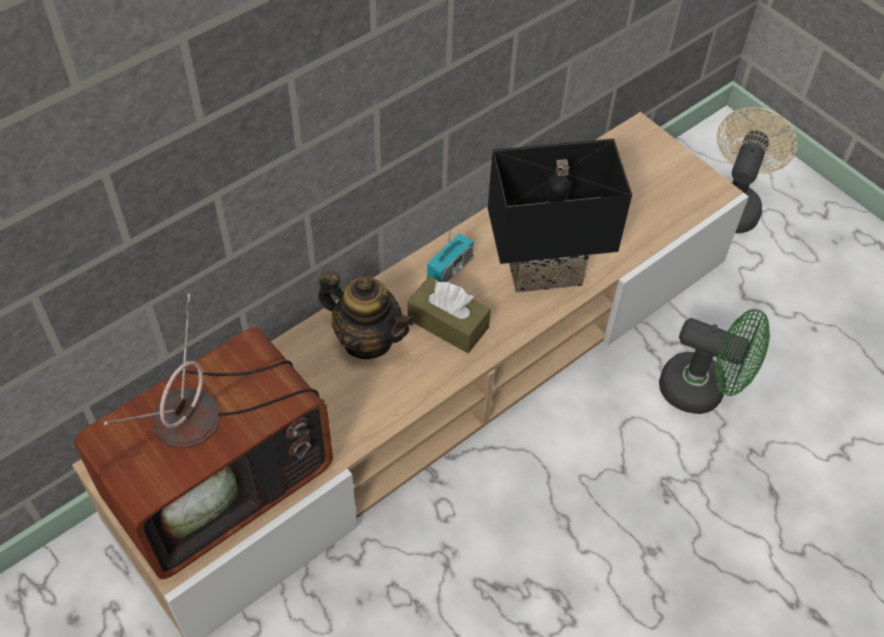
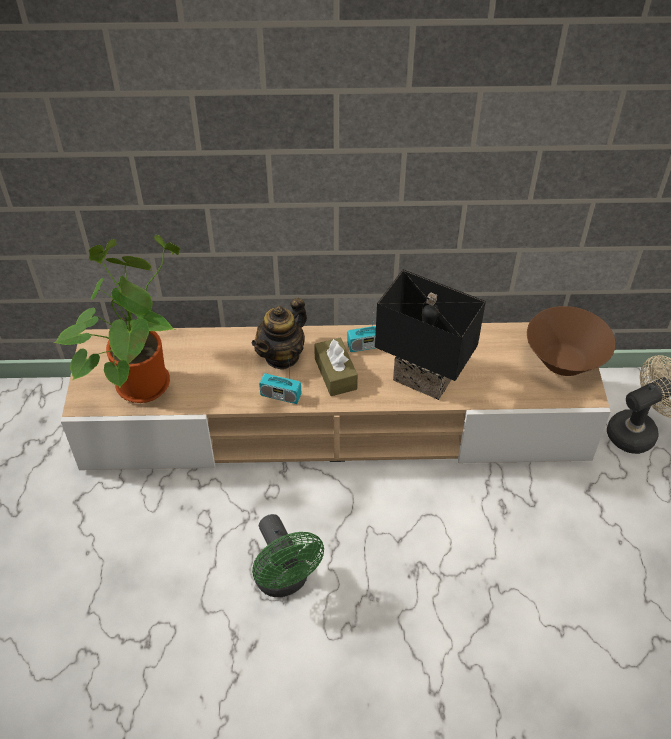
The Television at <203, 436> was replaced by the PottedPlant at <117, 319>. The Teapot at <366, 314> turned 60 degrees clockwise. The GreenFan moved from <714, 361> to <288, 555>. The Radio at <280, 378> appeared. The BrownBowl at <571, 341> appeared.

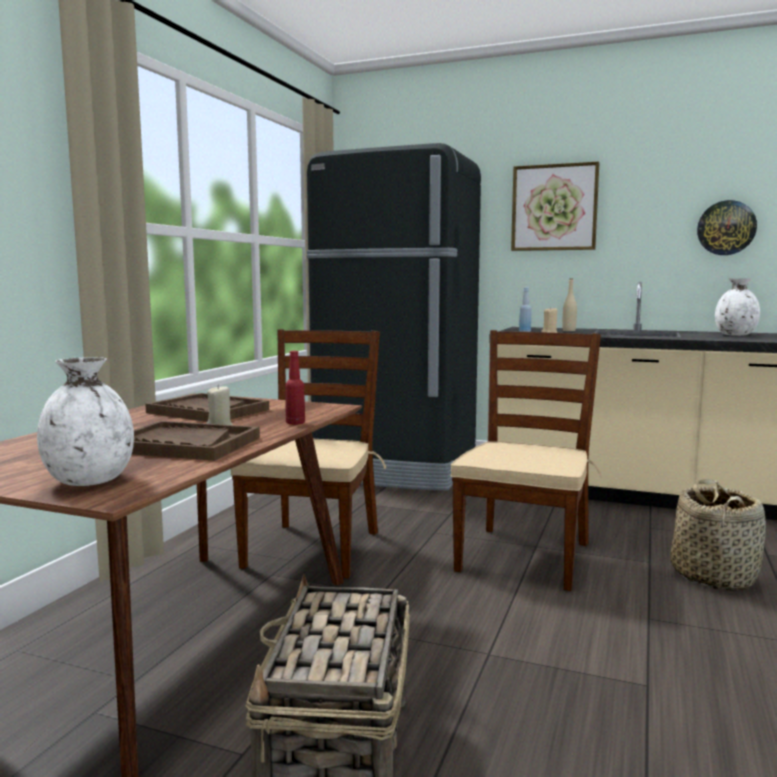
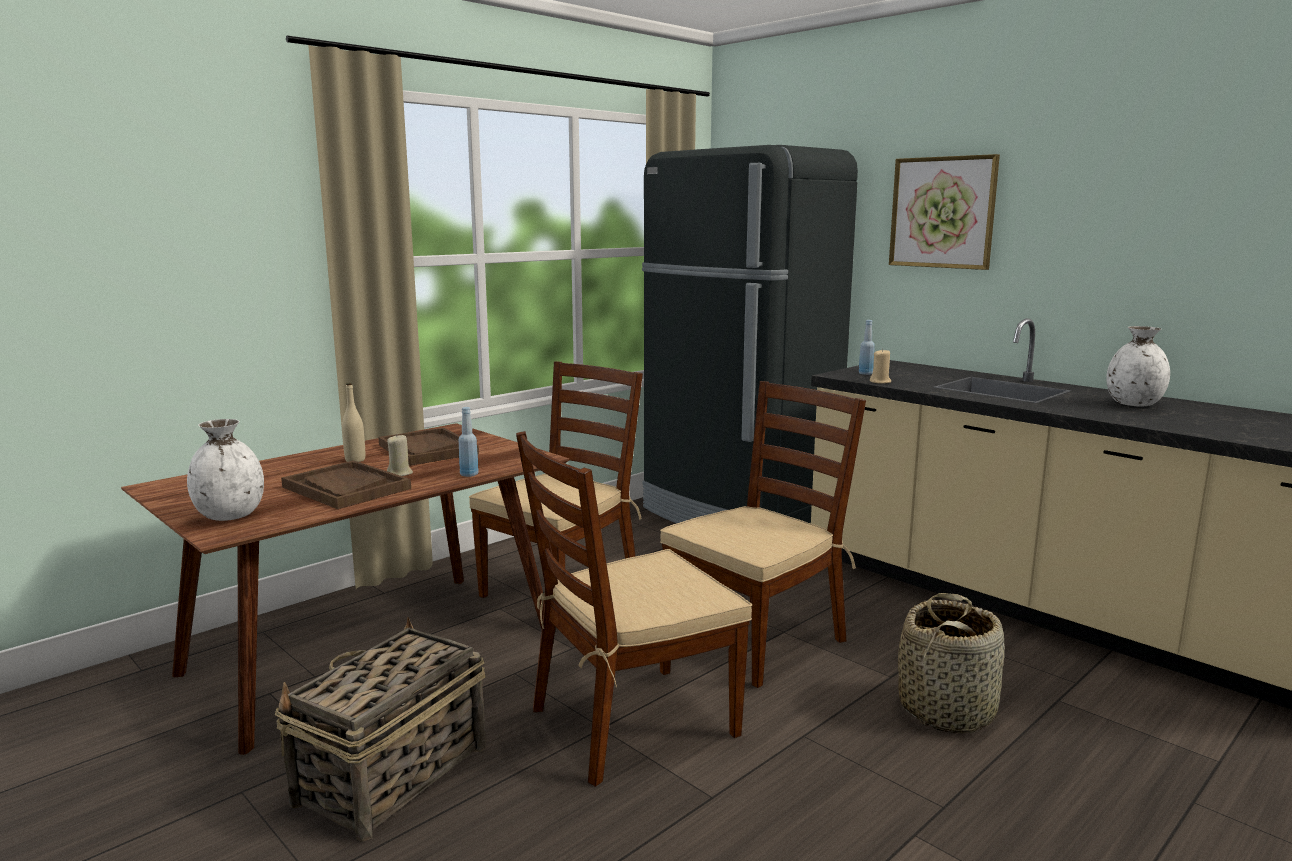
The RedBottle at <295, 388> became the BlueBottle at <468, 442>. The BeigeBottle moved from <569, 305> to <353, 422>. The WallClock at <727, 227> disappeared. The BrownChair at <634, 609> appeared.

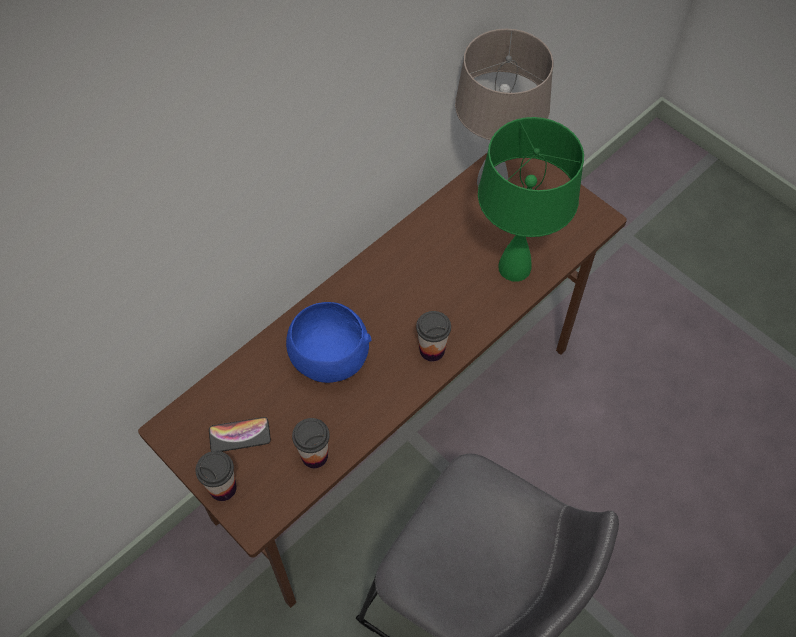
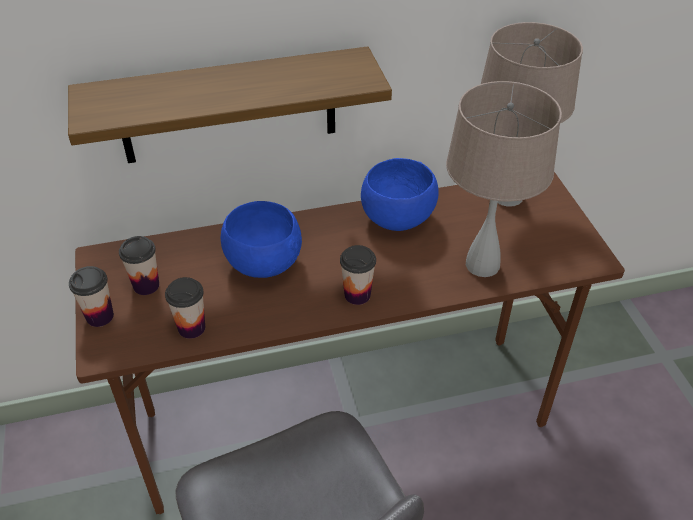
The Phone at <240, 434> was replaced by the Cup at <139, 265>. The GreenTableLamp at <531, 199> became the BeigeTableLamp at <504, 179>. The Shelf at <230, 105> appeared. The BlueBowl at <400, 194> appeared.

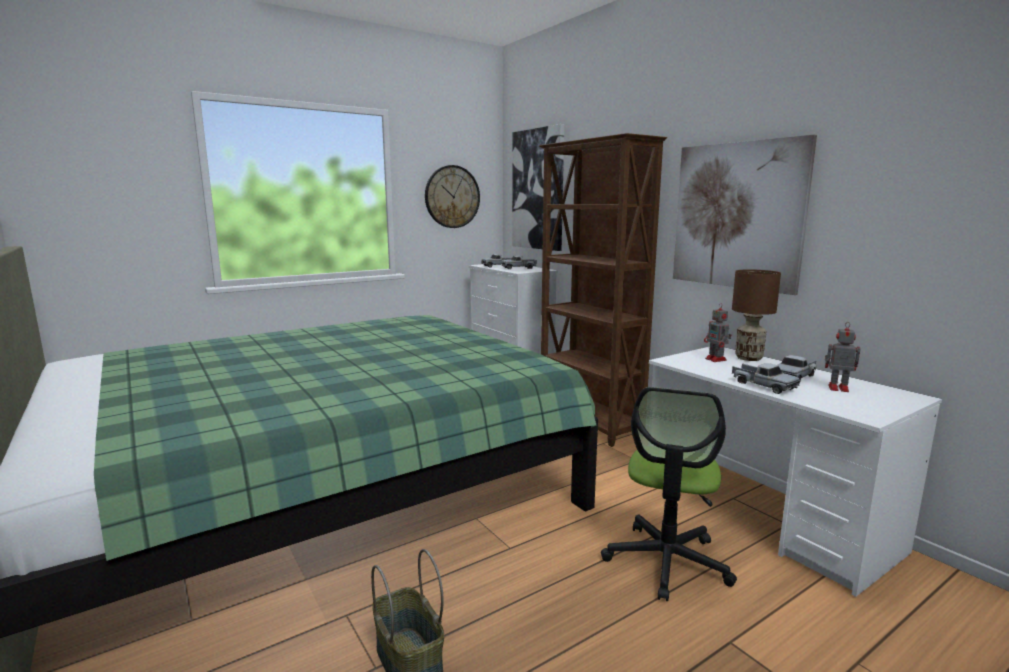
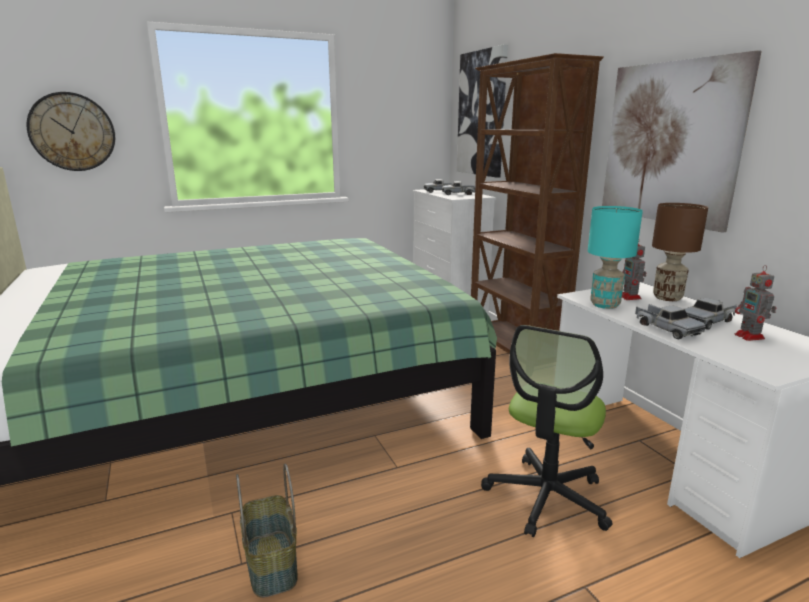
The WallClock moved from <452, 196> to <70, 131>. The ToyRobot at <843, 357> turned 135 degrees counterclockwise. The TurquoiseTableLamp at <615, 257> appeared.

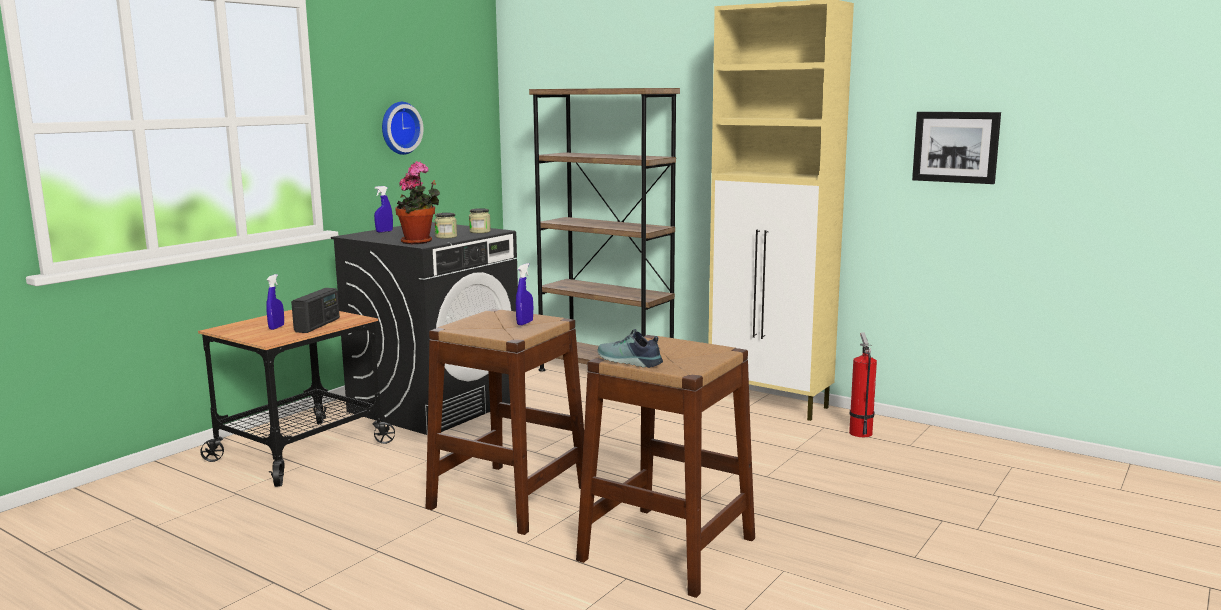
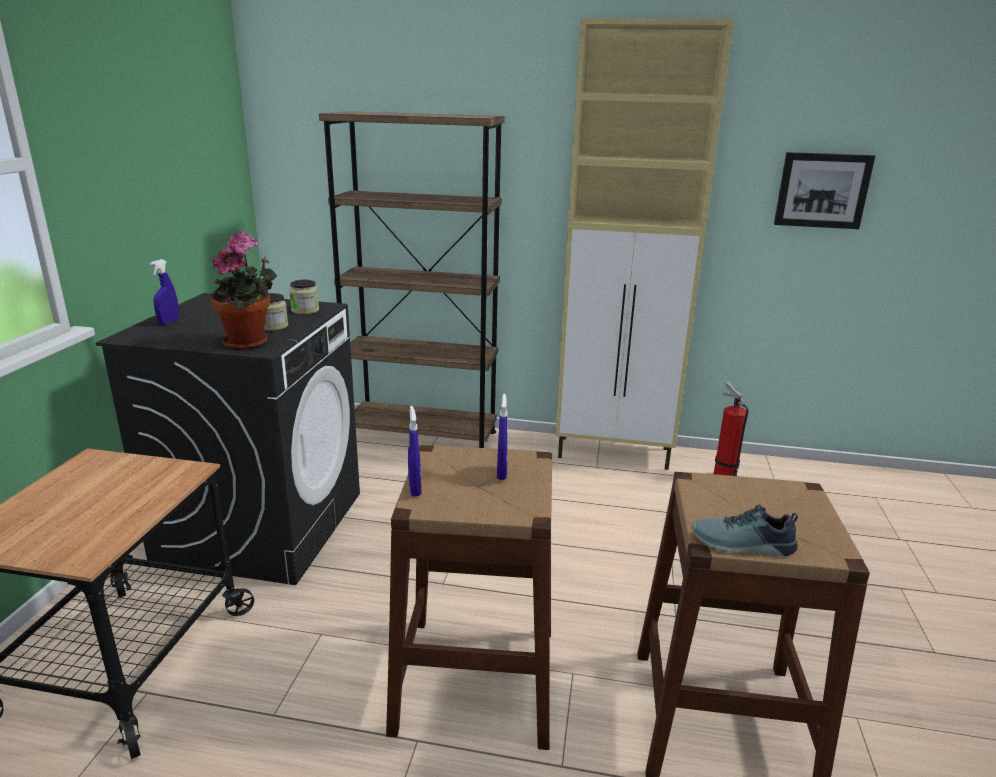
The BlueSprayBottle moved from <275, 302> to <414, 451>. The Radio at <315, 310> disappeared. The WallClock at <402, 128> disappeared.

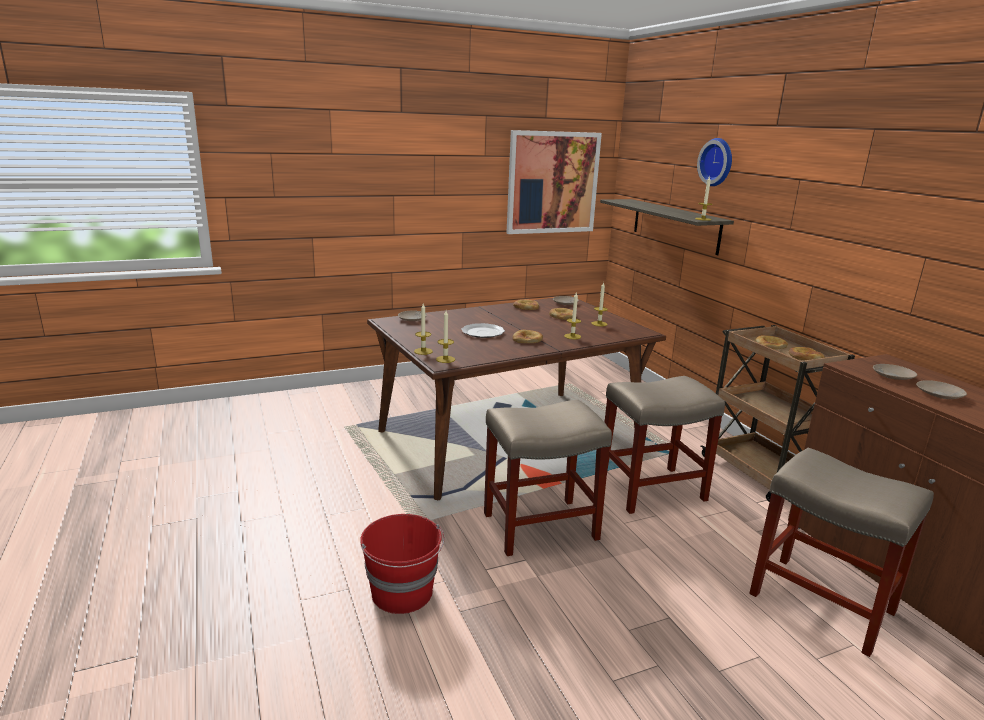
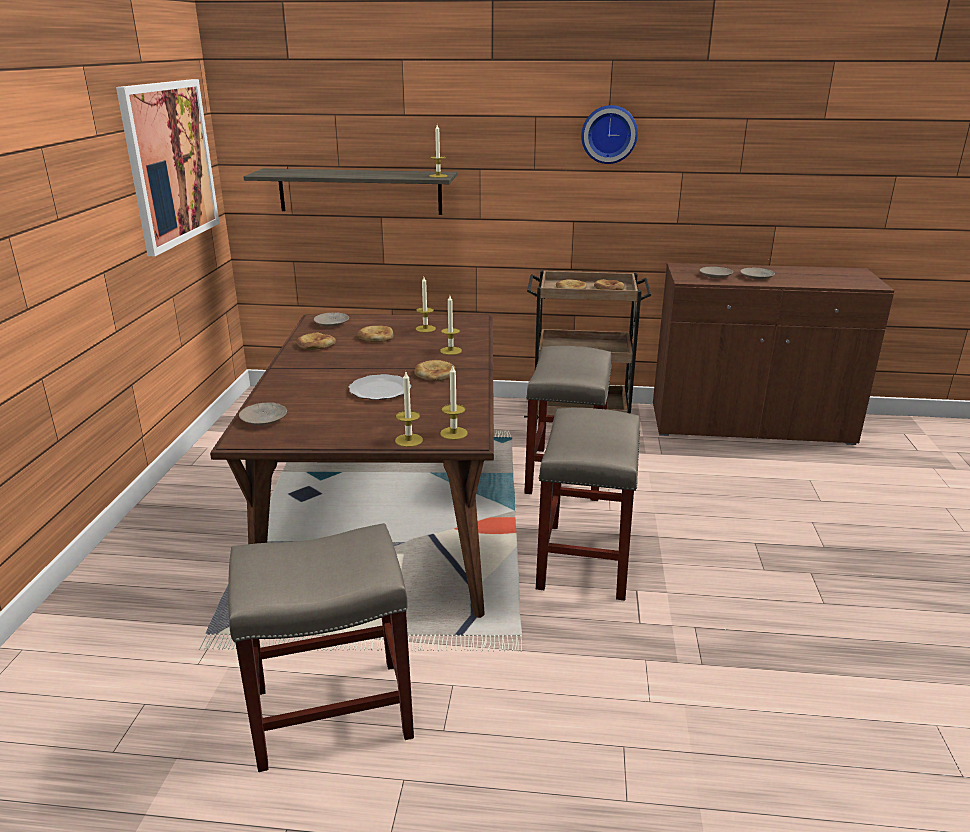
The RedBucket at <402, 564> disappeared. The WallClock moved from <714, 162> to <609, 134>. The BeigeStool moved from <841, 552> to <321, 647>.

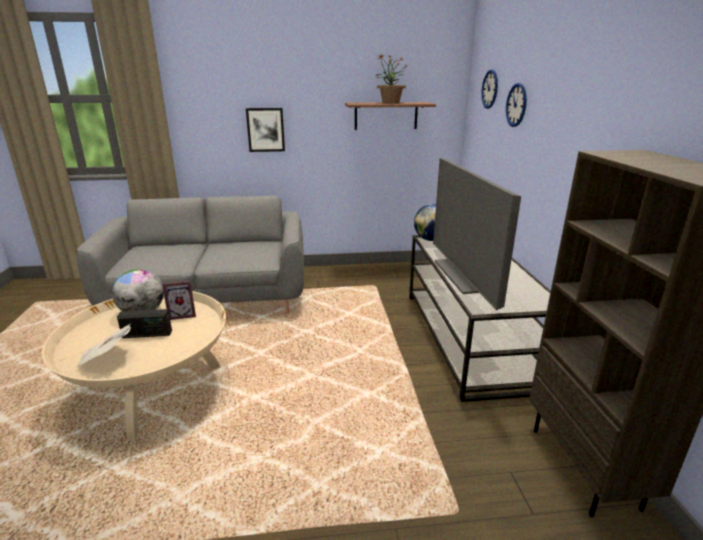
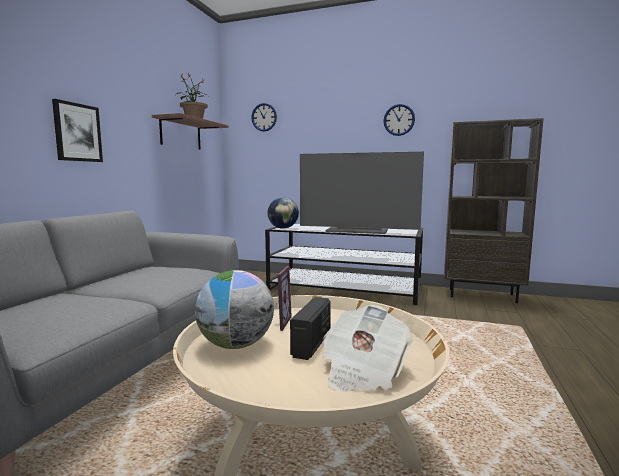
The WallClock moved from <516, 105> to <399, 120>.

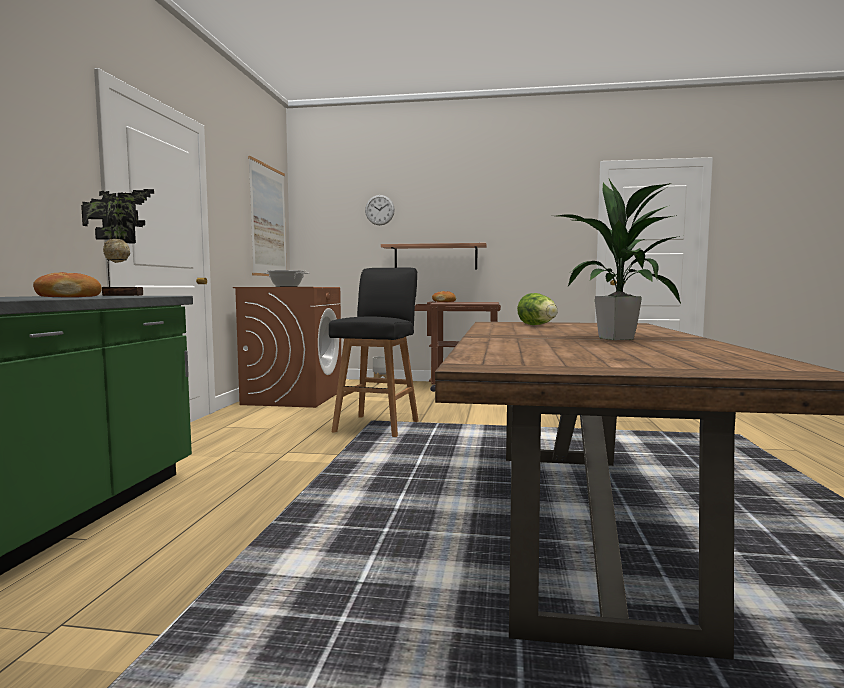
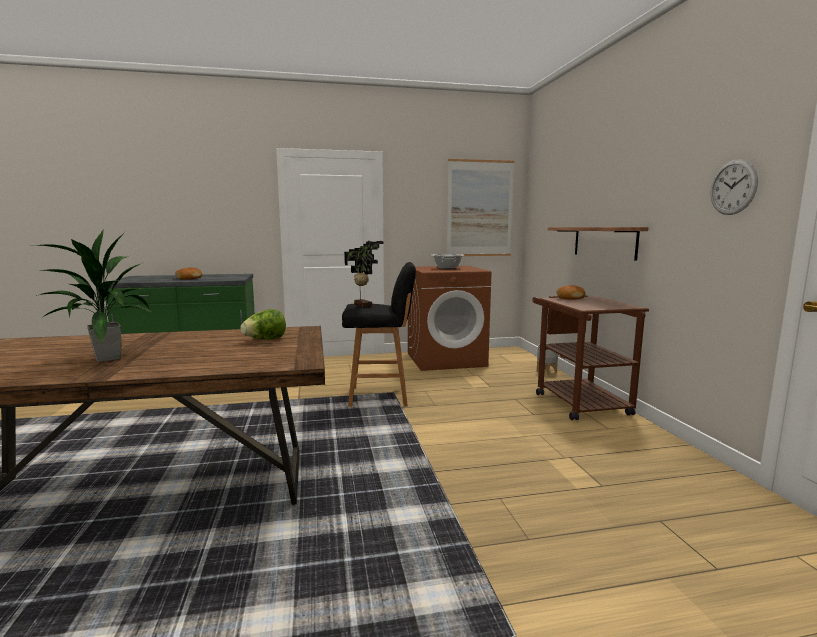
The PottedPlant moved from <117, 242> to <363, 274>. The WallClock moved from <380, 210> to <734, 187>.

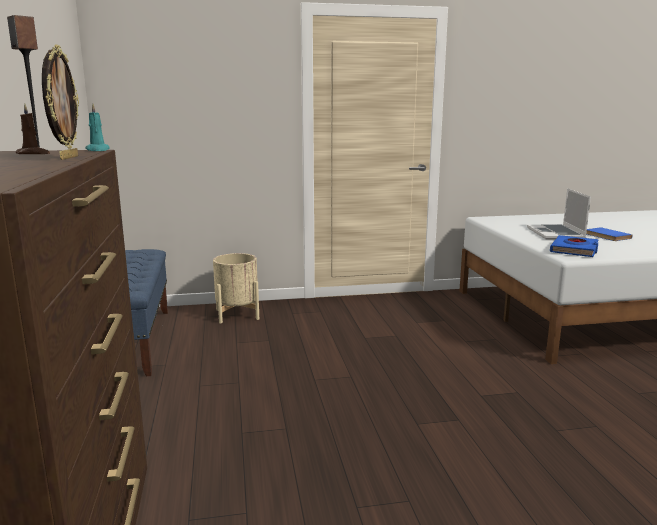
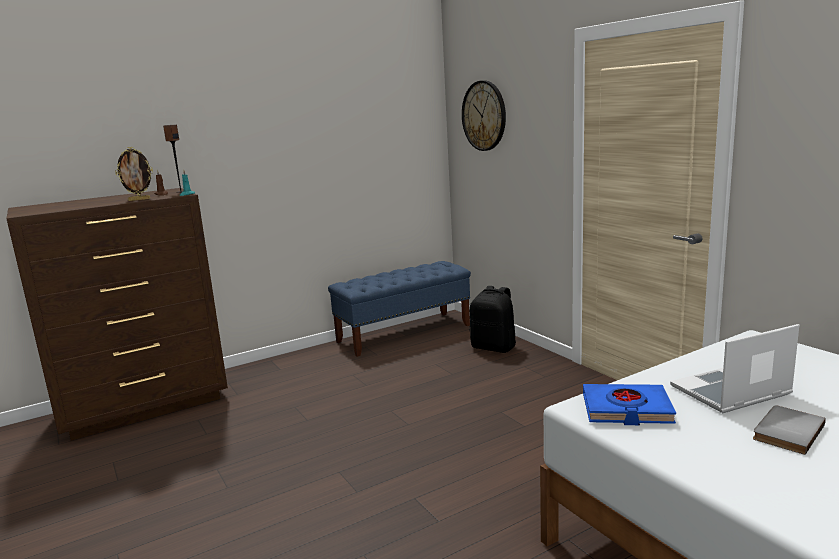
The BeigePlanter at <236, 288> was replaced by the BlackBackpack at <492, 319>. The BlueBook at <609, 234> became the GreyBook at <789, 430>. The WallClock at <484, 115> appeared.

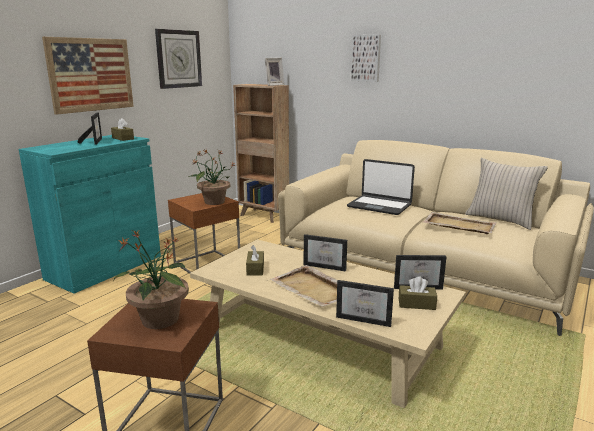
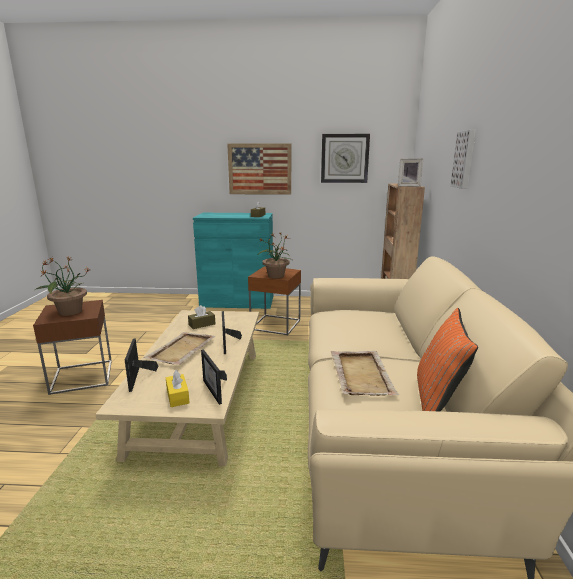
The PictureFrame at <90, 128> disappeared. The Laptop at <381, 187> disappeared. The BrownTissueBox at <418, 293> became the YellowTissueBox at <178, 388>. The BeigePillow at <506, 194> became the OrangePillow at <447, 359>.

